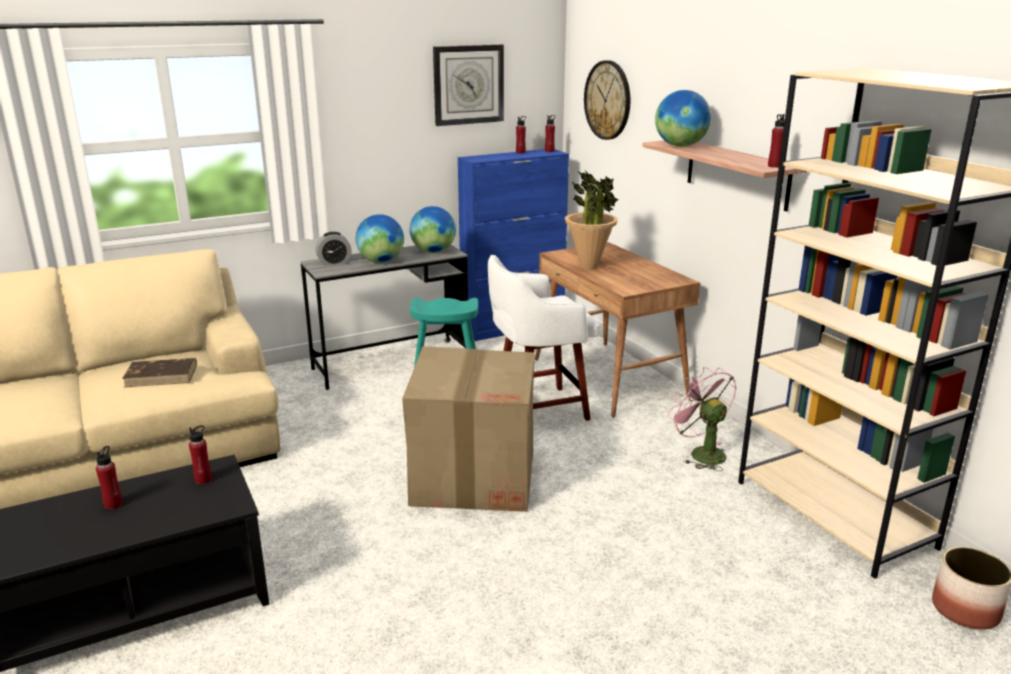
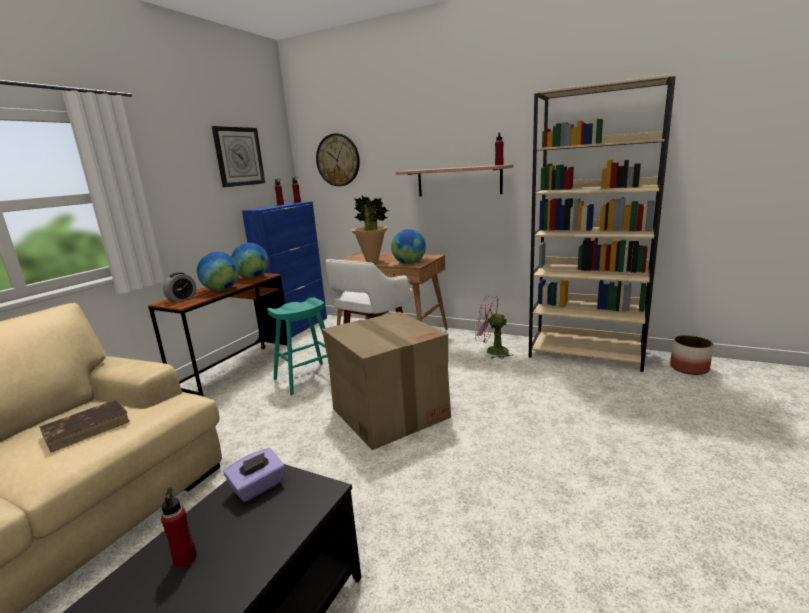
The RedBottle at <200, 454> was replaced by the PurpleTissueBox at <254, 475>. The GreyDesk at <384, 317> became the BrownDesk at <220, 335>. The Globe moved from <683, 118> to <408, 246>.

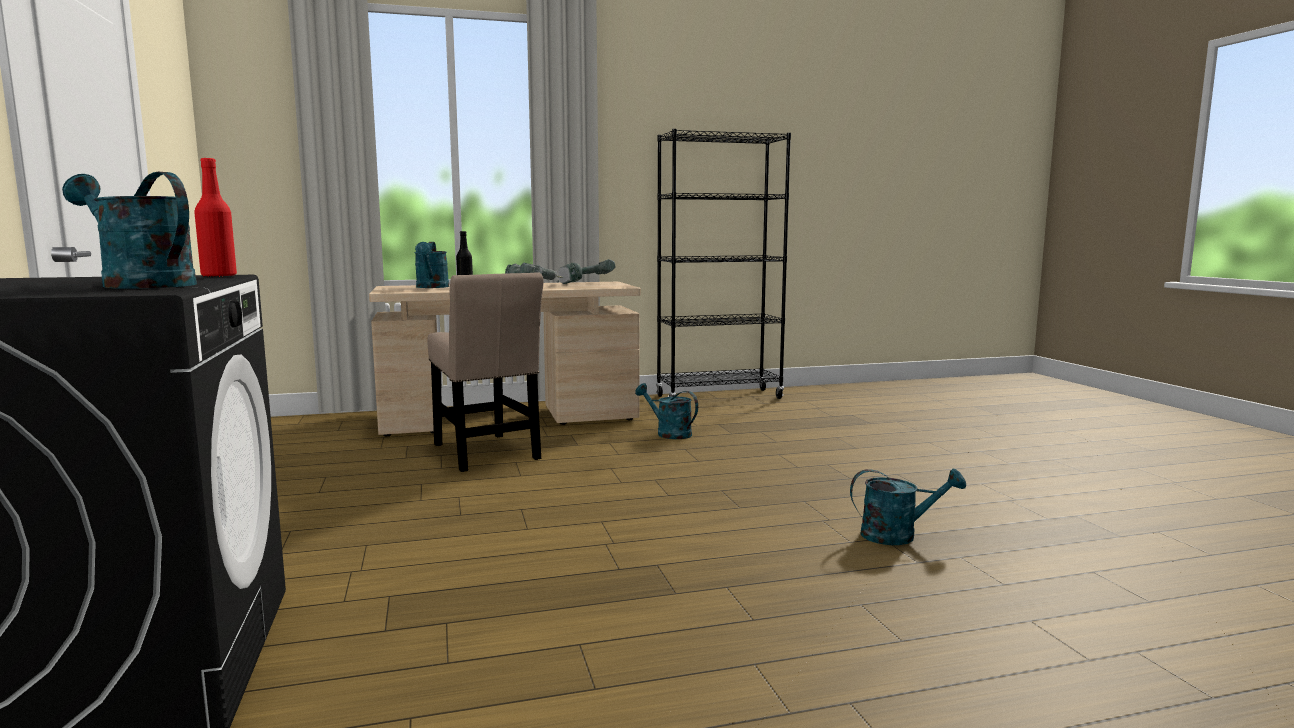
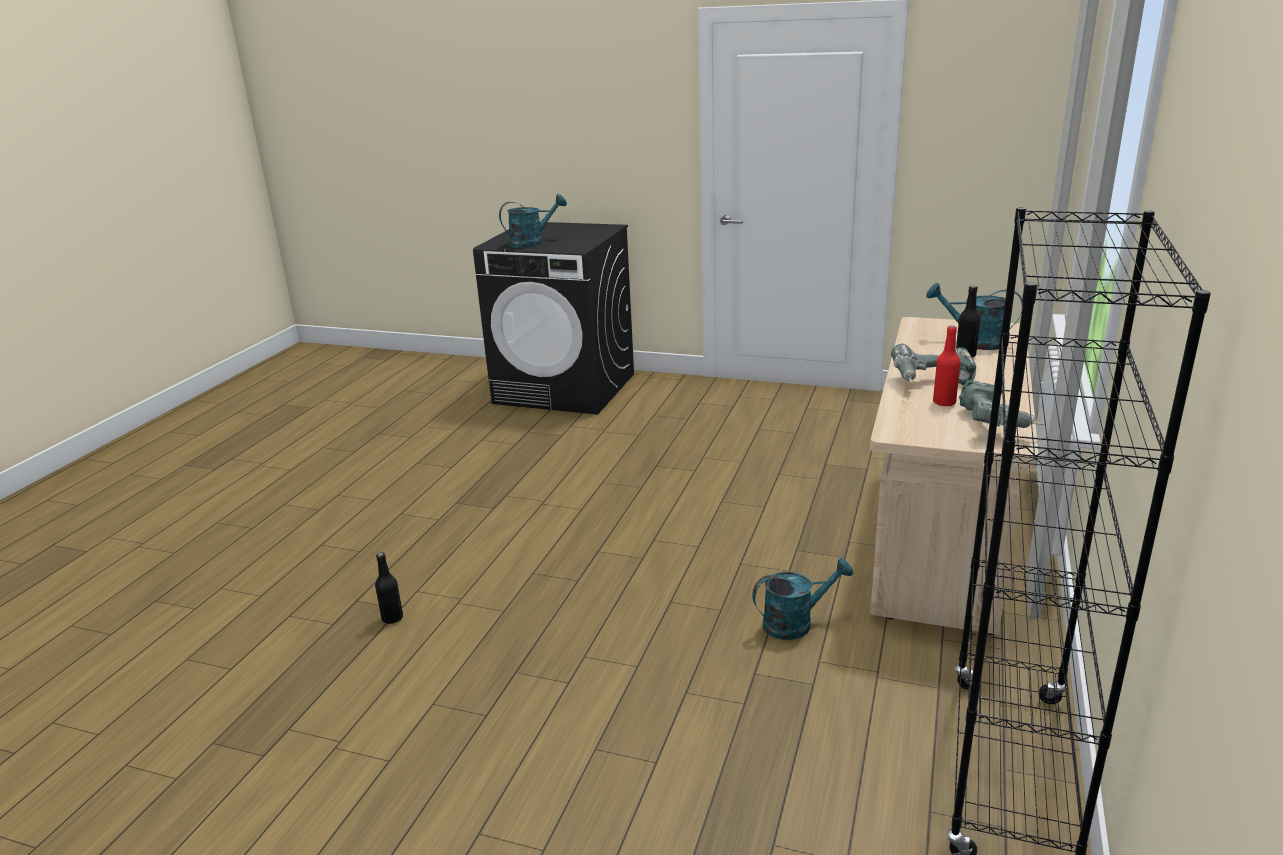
The RedBottle moved from <215, 217> to <946, 366>. The BeigeChair at <485, 372> disappeared. The TurquoiseWateringCan at <908, 507> was replaced by the BlackBottle at <389, 588>.

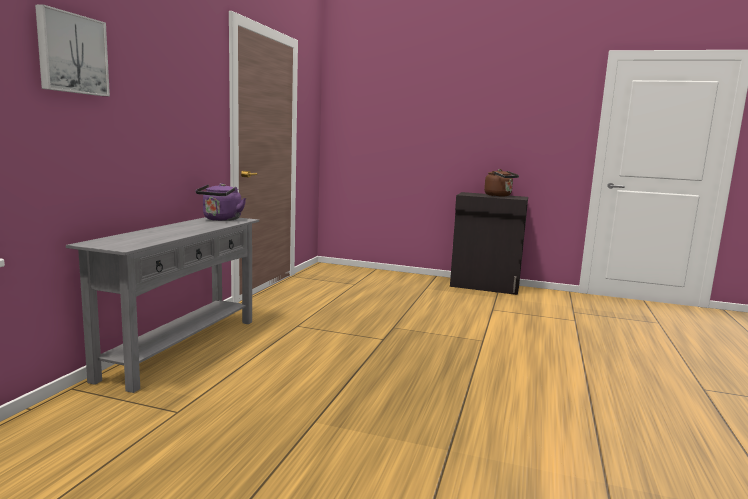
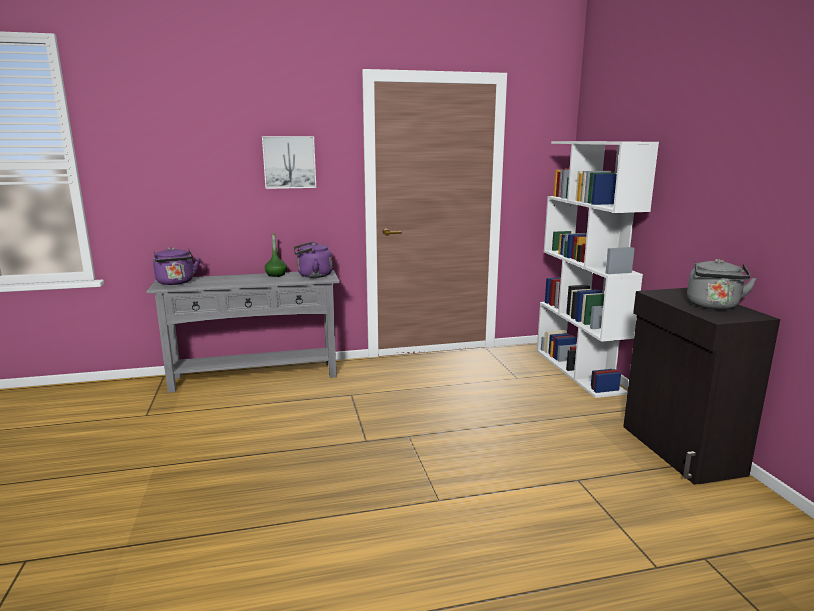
The Picture moved from <72, 50> to <289, 162>. The BrownKettle at <501, 183> became the GreyKettle at <722, 284>. The PurpleKettle at <176, 266> appeared. The GreenBottle at <276, 255> appeared. The WhiteBookcase at <598, 269> appeared.

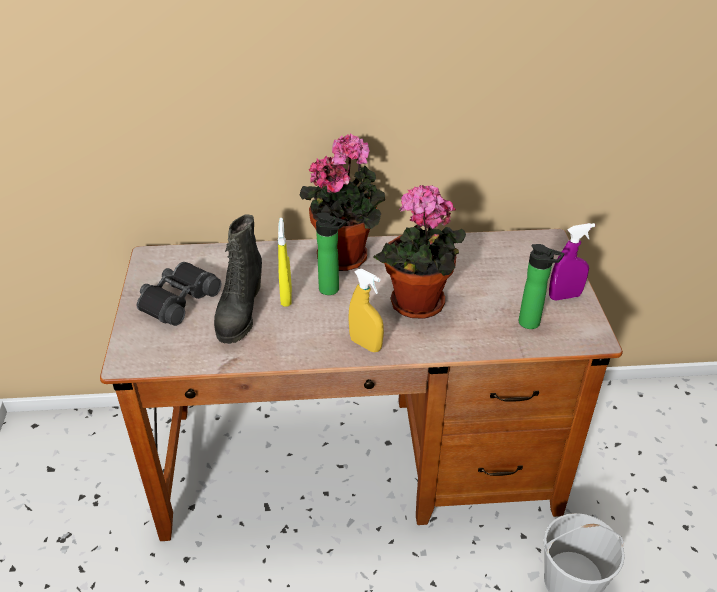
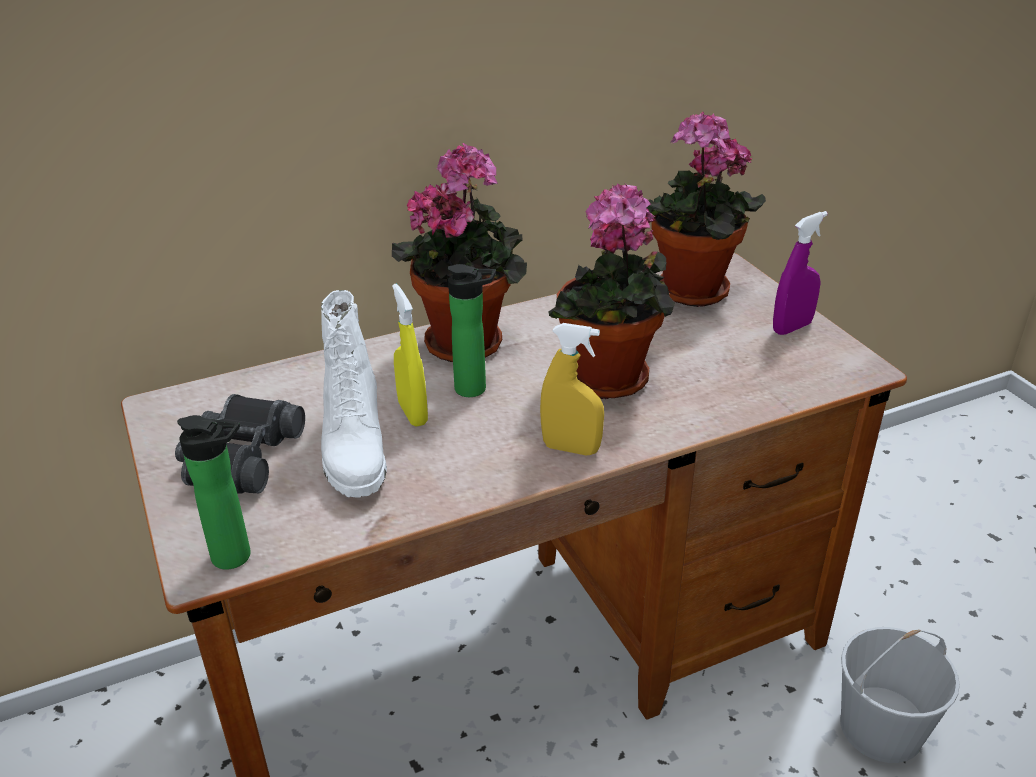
The BlackBoot at <238, 279> became the WhiteBoot at <354, 393>. The Bottle moved from <541, 286> to <214, 492>. The PottedPlant at <706, 209> appeared.

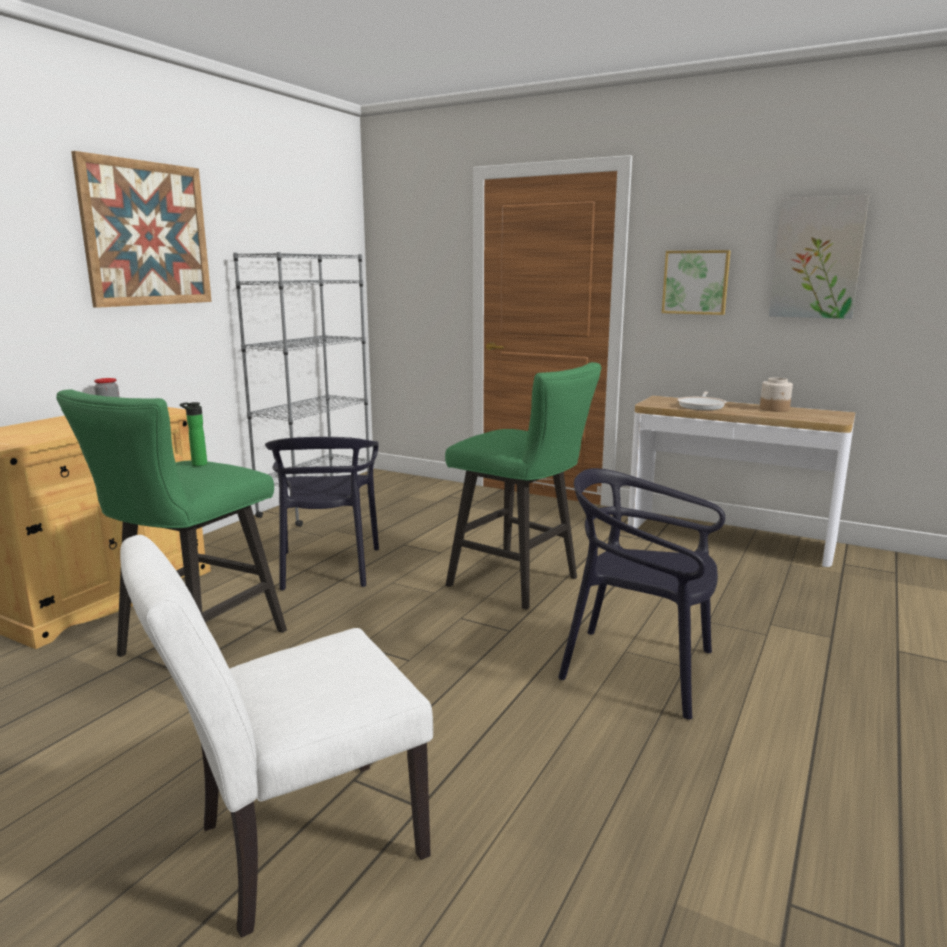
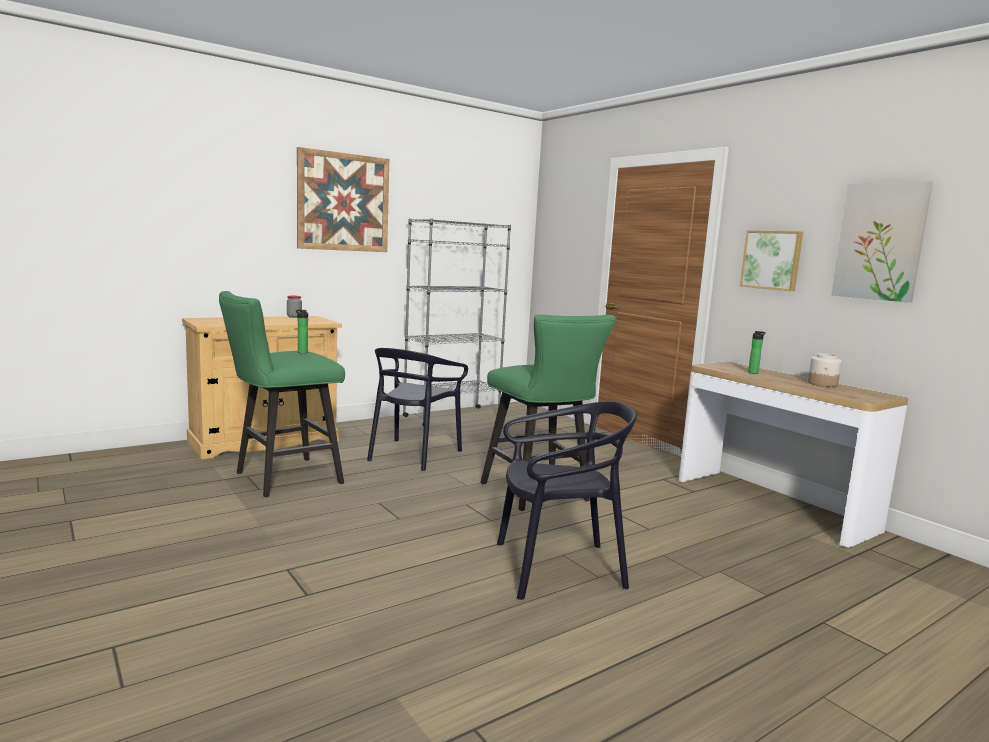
The WhiteChair at <276, 736> disappeared. The BlackChair at <641, 594> turned 120 degrees clockwise. The FryingPan at <702, 401> was replaced by the Bottle at <757, 352>.

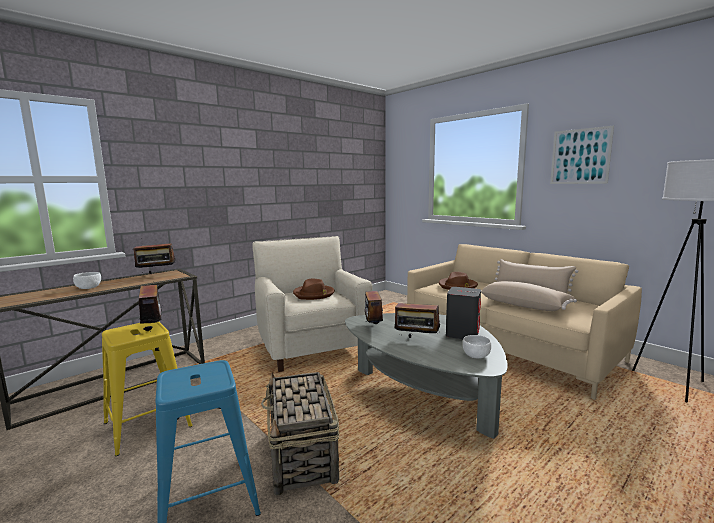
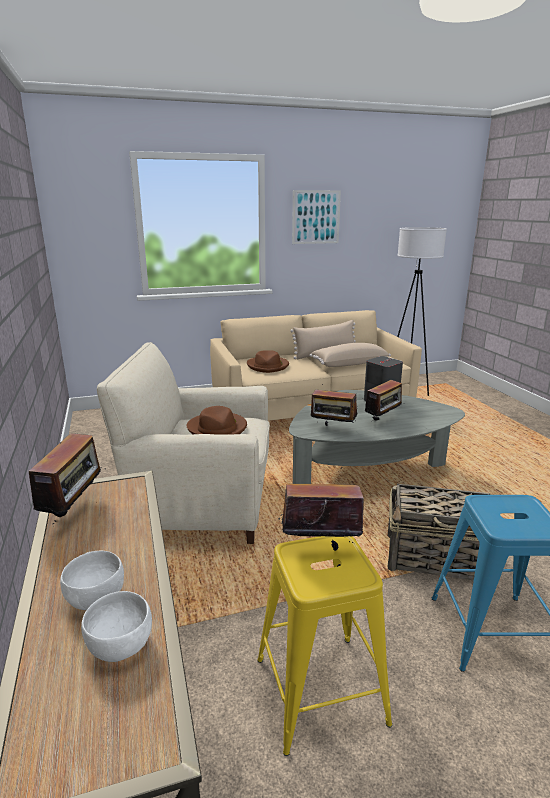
The WhiteBowl moved from <477, 347> to <116, 626>.

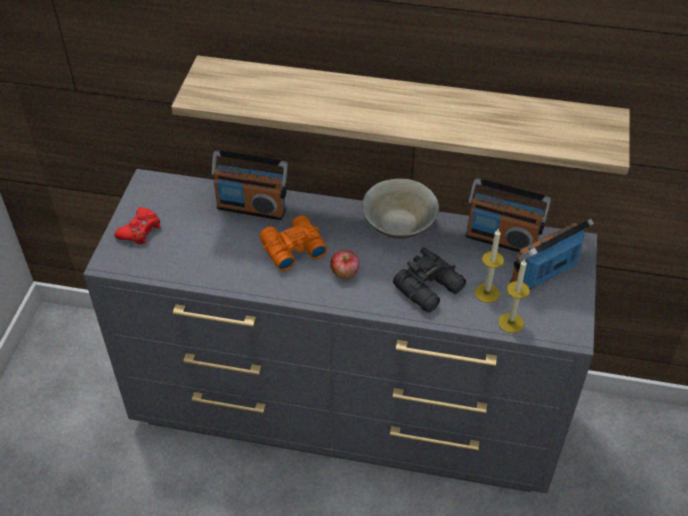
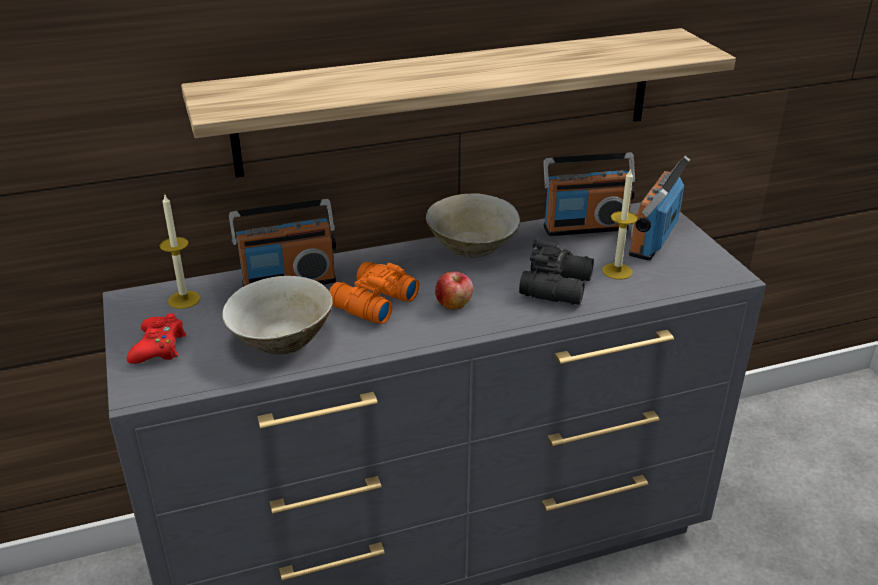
The Candle moved from <514, 296> to <180, 251>. The BeigeBowl at <277, 315> appeared.

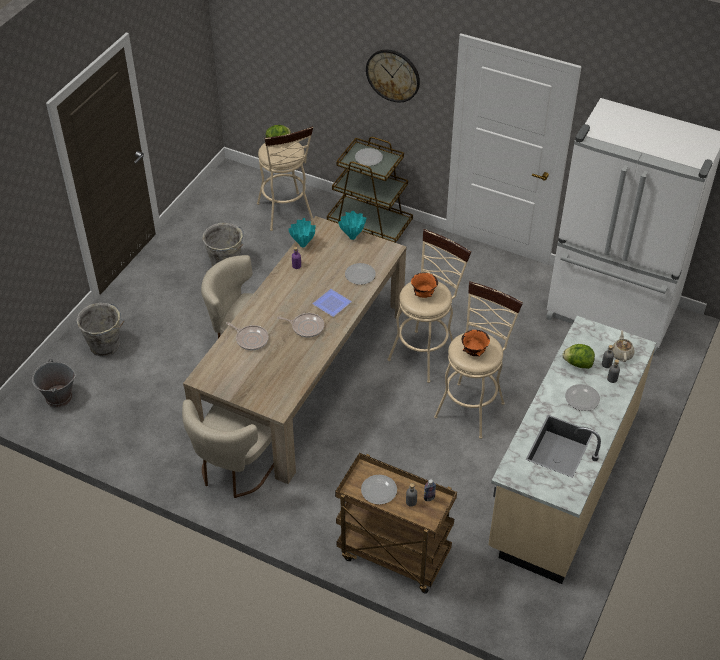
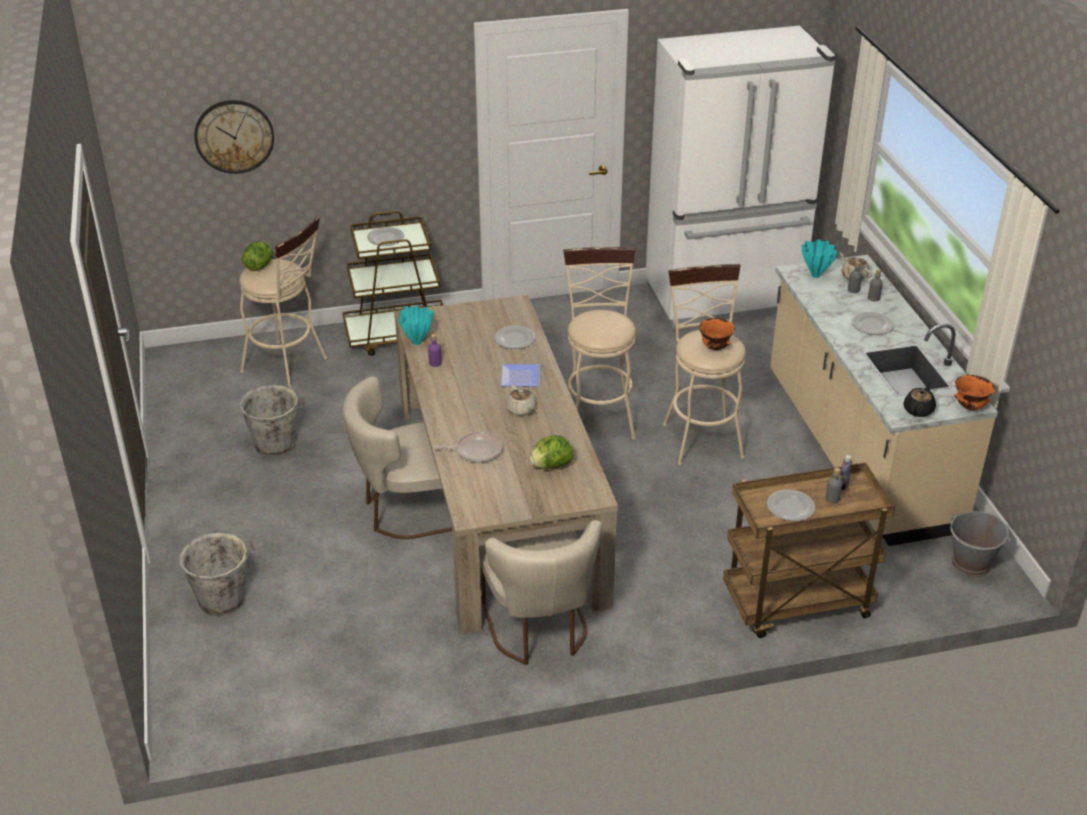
The GreyBucket moved from <54, 383> to <979, 544>. The FryingPan at <300, 325> was replaced by the BeigeTeapot at <521, 400>. The TurquoiseVase moved from <352, 225> to <820, 258>. The WallClock moved from <393, 75> to <234, 137>. The OrangeBowl moved from <424, 285> to <974, 392>. The Lettuce moved from <579, 356> to <551, 452>. The BlackTeapot at <919, 399> appeared.

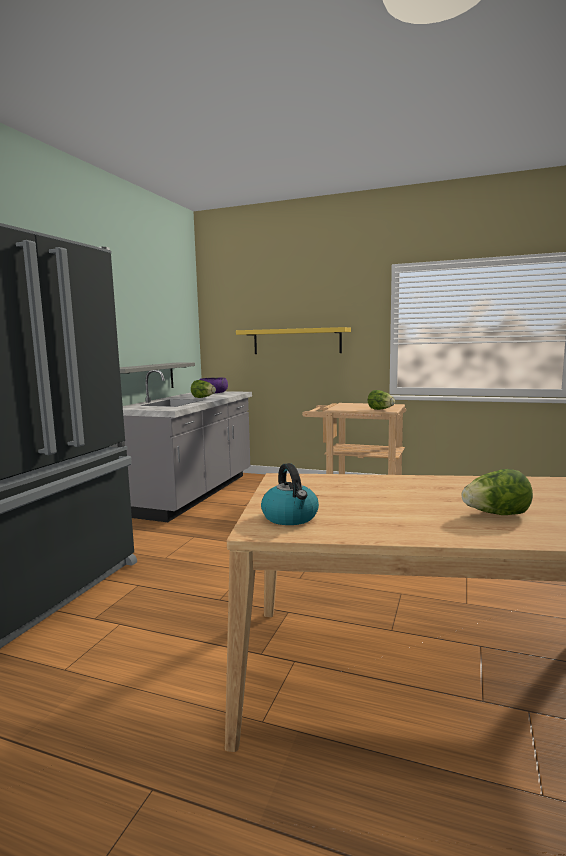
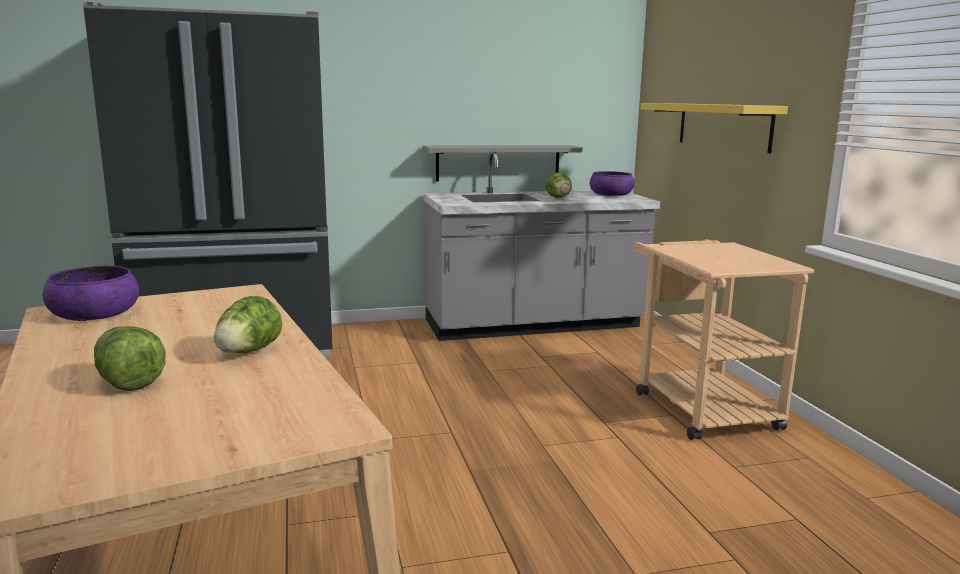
The Kettle at <290, 494> was replaced by the PurpleBowl at <90, 293>. The Lettuce moved from <381, 400> to <248, 324>.

